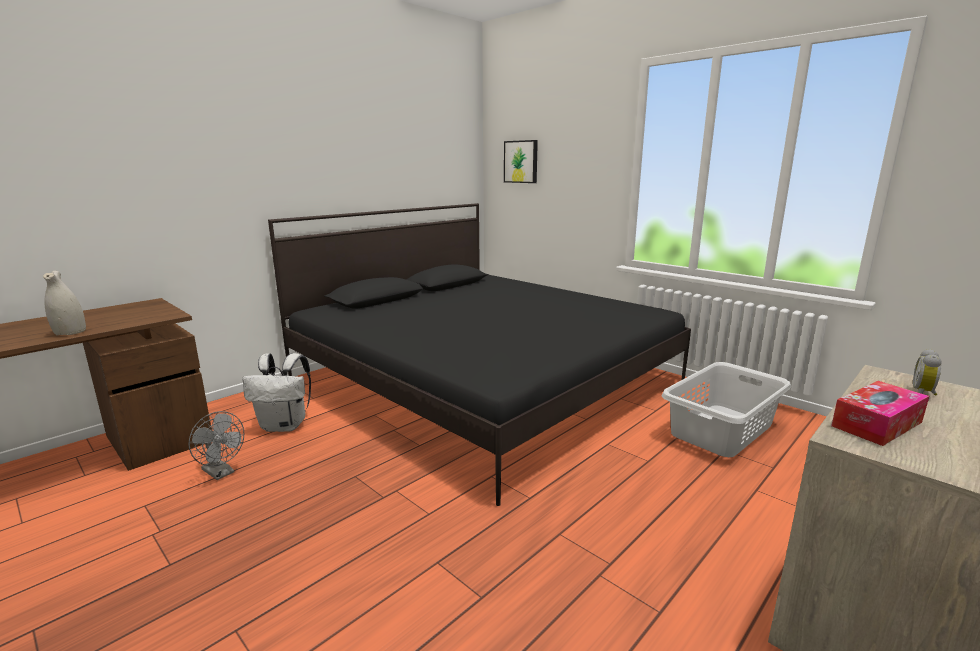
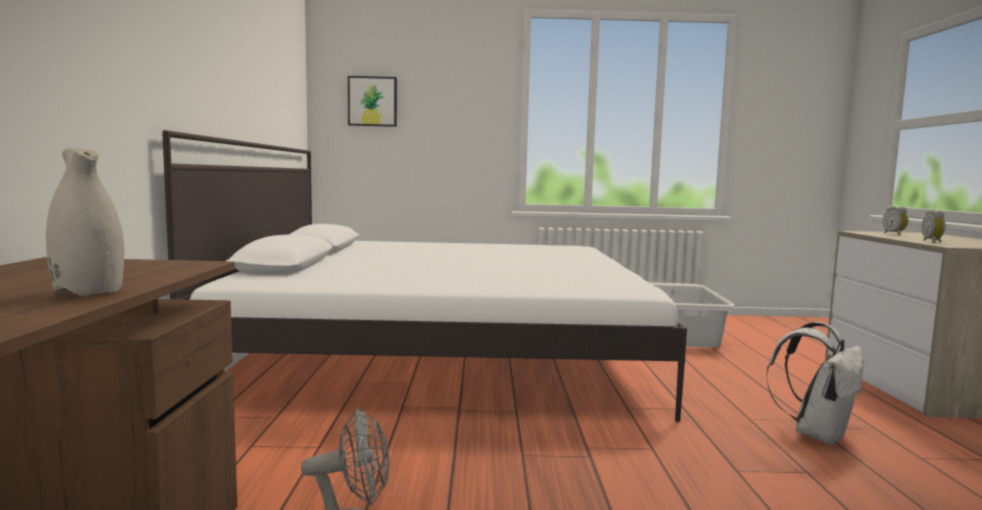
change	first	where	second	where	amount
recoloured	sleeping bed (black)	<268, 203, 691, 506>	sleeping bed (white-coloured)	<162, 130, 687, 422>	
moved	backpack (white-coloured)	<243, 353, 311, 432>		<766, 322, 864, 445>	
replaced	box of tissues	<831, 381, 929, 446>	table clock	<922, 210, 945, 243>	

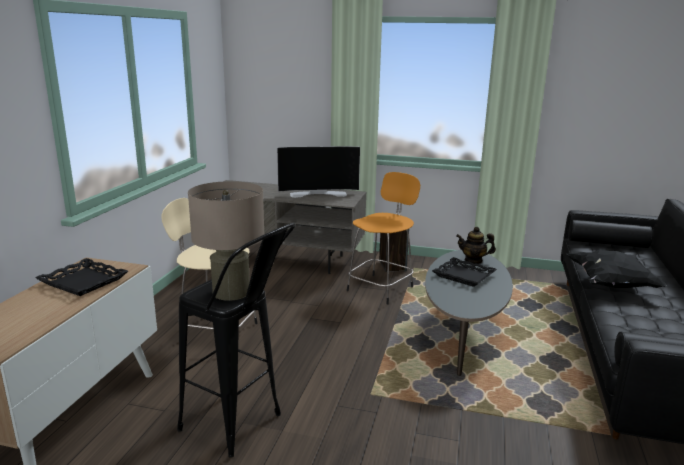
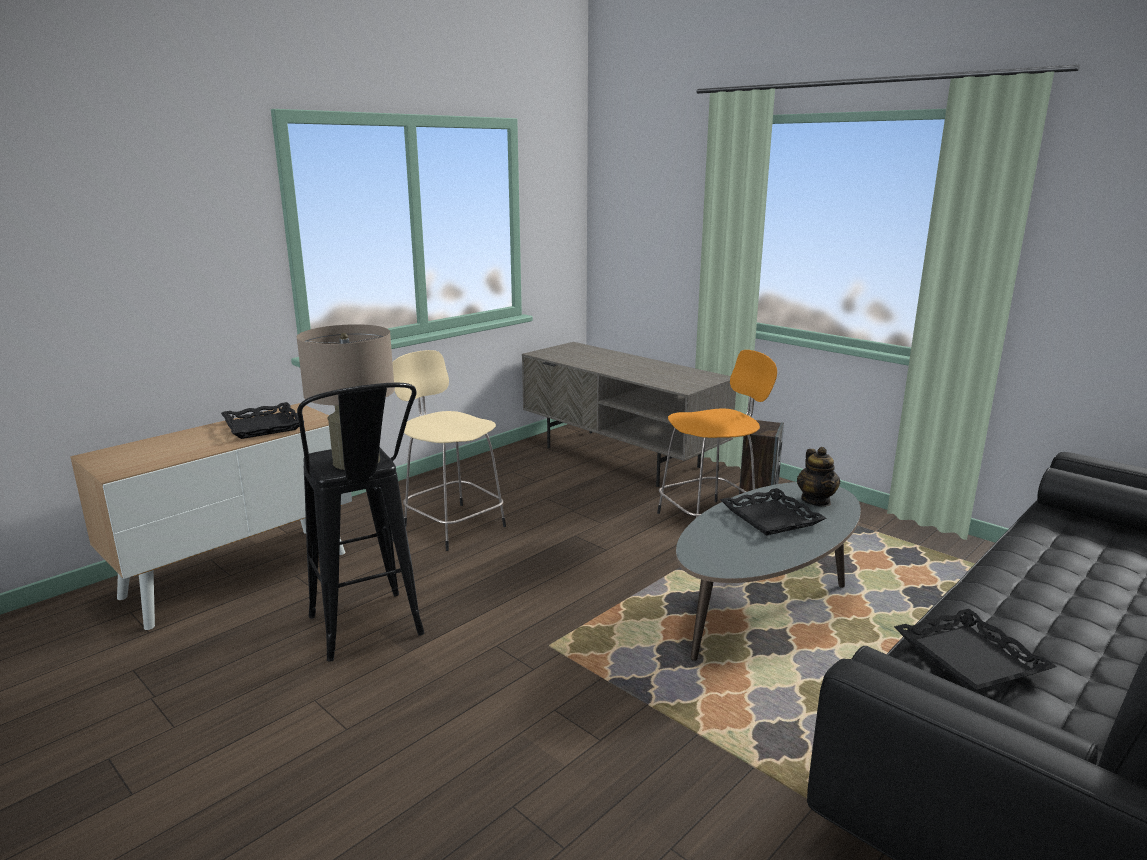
change	first	where	second	where	amount
removed	television	<277, 146, 360, 198>			
turned	tea pot	<456, 227, 496, 264>		<797, 447, 840, 507>	135 degrees counterclockwise
removed	throw pillow (black)	<567, 251, 667, 288>			
added			tray (black)	<894, 609, 1057, 691>	

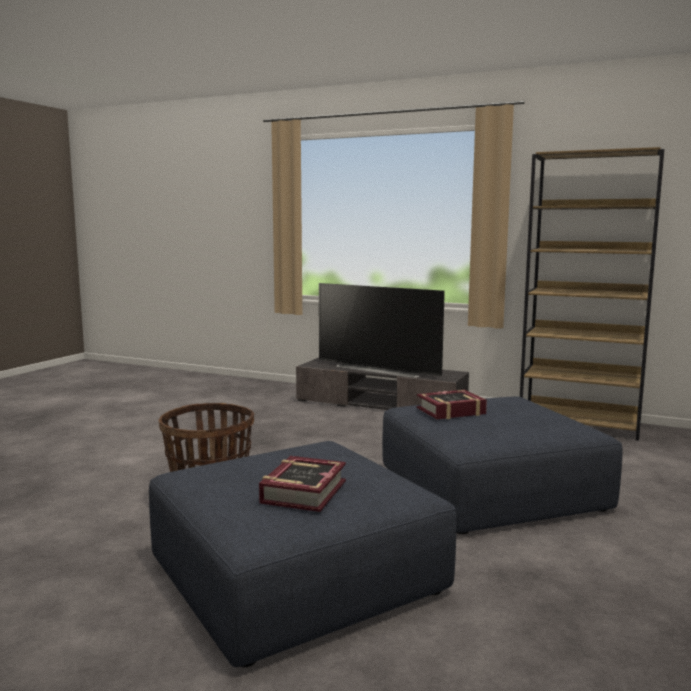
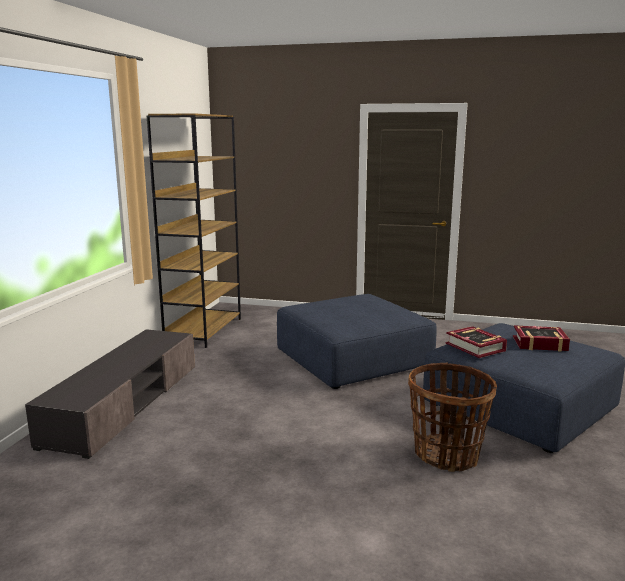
change	first	where	second	where	amount
removed	television	<319, 283, 445, 378>			
moved	volume	<416, 390, 487, 419>		<446, 326, 507, 358>	

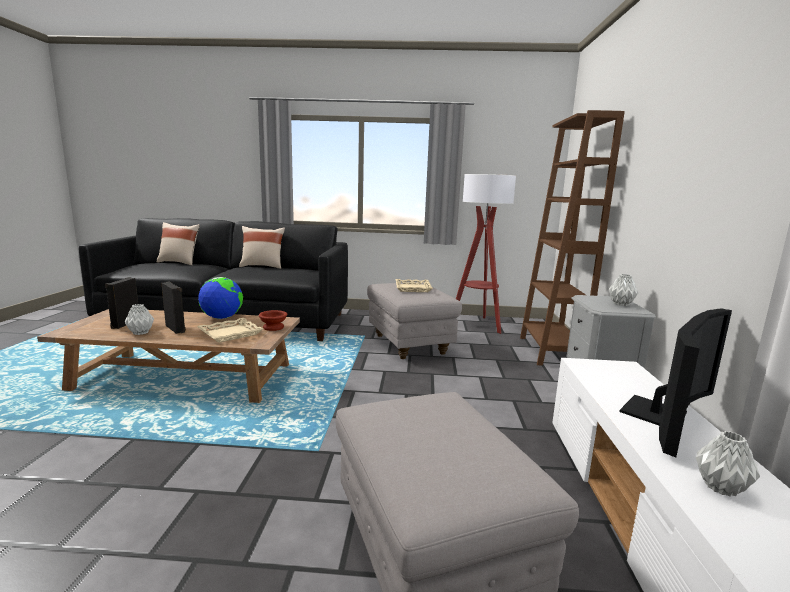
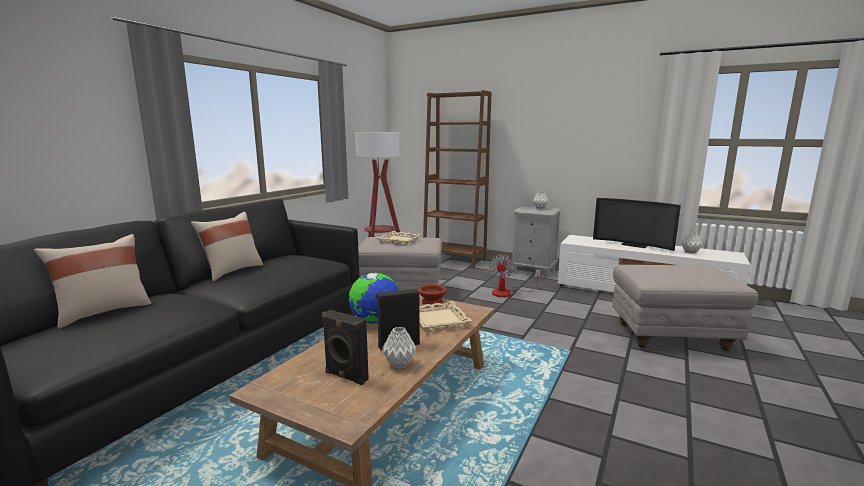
change	first	where	second	where	amount
turned	television	<620, 308, 732, 457>		<593, 198, 681, 251>	150 degrees clockwise
added			cooling fan	<489, 255, 540, 297>	

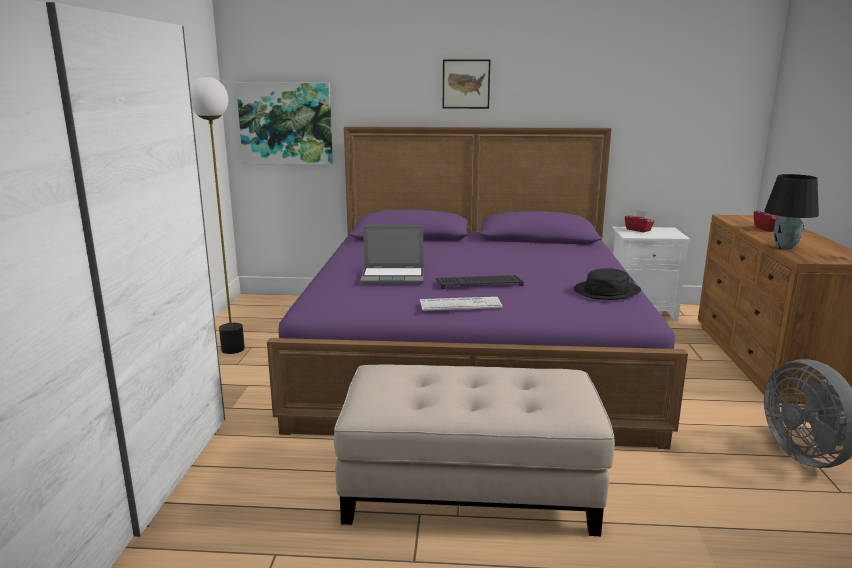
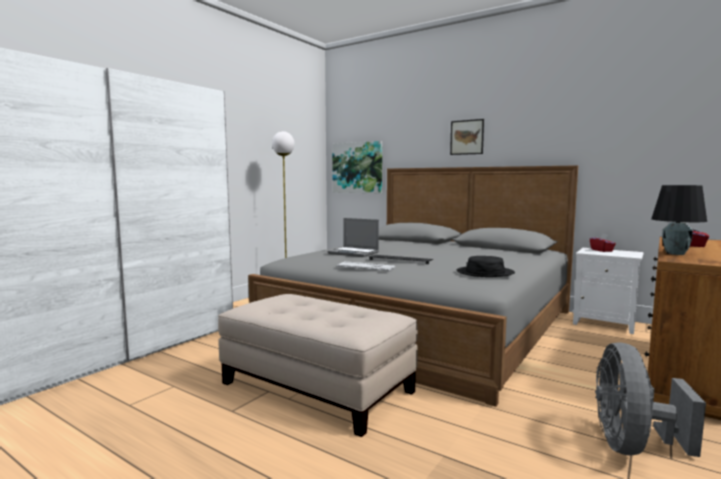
change	first	where	second	where	amount
recoloured	sleeping bed (purple-coloured)	<267, 126, 688, 449>	sleeping bed (grey)	<248, 165, 578, 407>	

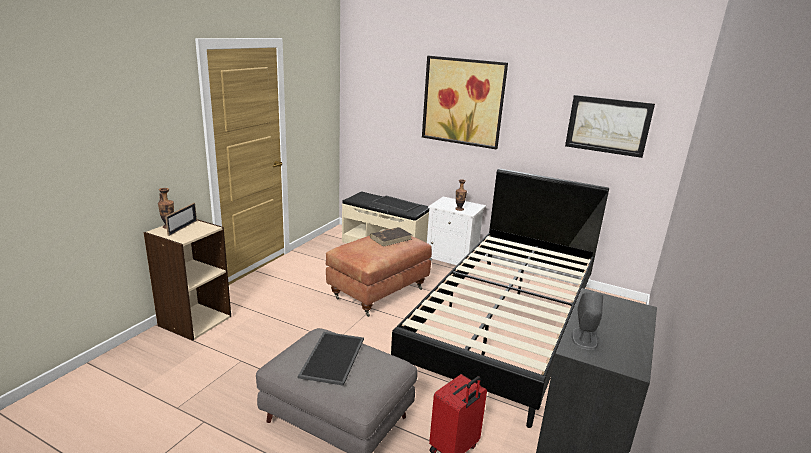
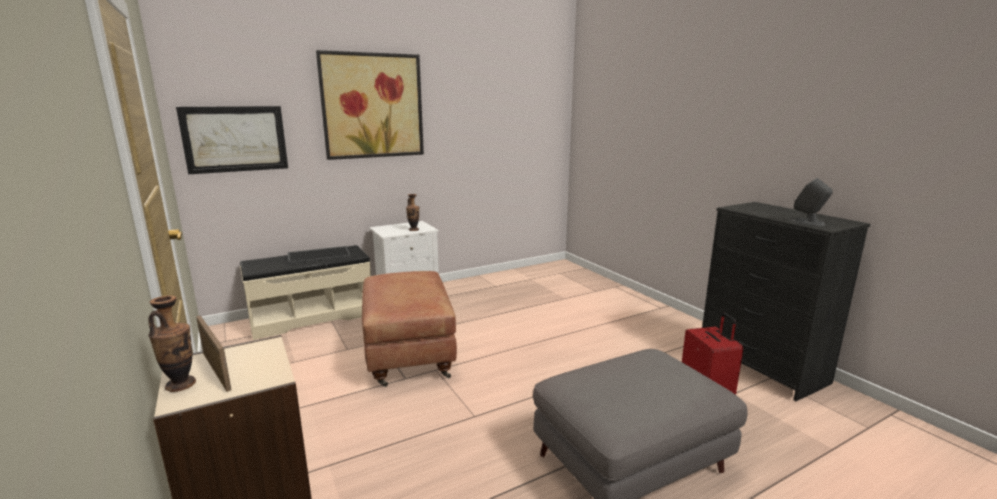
change	first	where	second	where	amount
moved	wall art	<565, 95, 655, 158>		<176, 106, 288, 174>	
removed	sleeping bed (black)	<391, 168, 609, 428>			
removed	volume (brown-coloured)	<370, 227, 412, 247>			
removed	tray	<298, 332, 364, 386>			

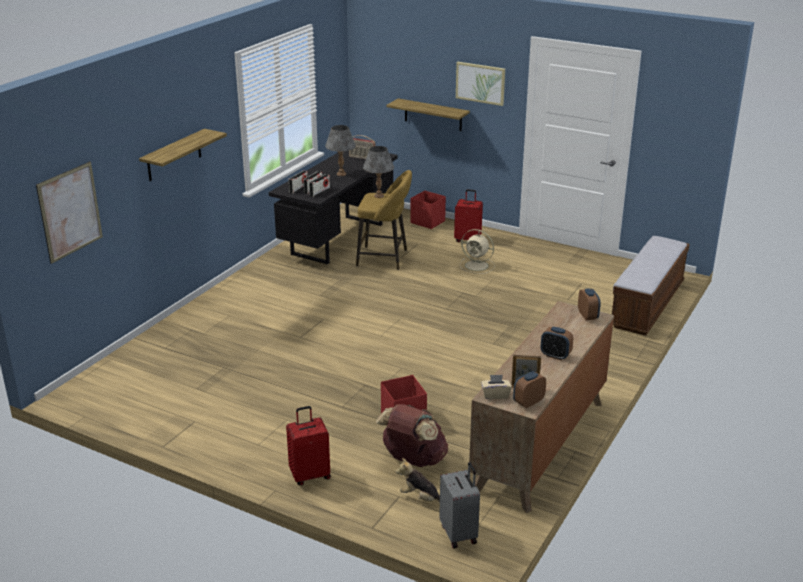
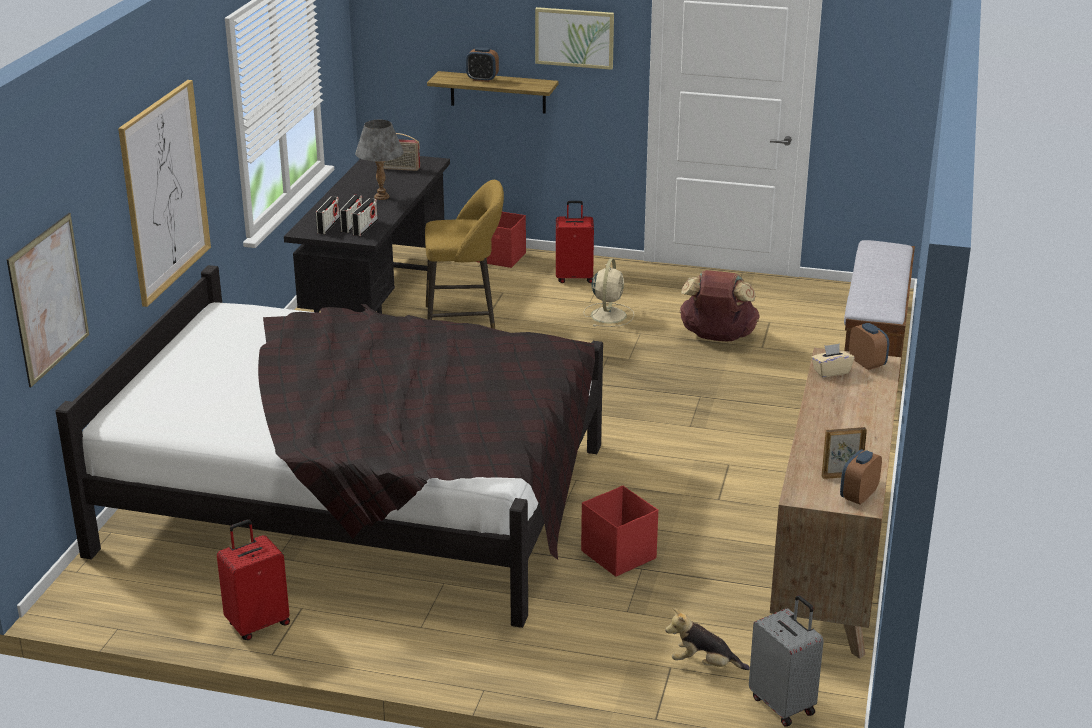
change	first	where	second	where	amount
replaced	wall shelf	<139, 129, 227, 181>	wall art	<118, 80, 211, 307>	
removed	table lamp (grey)	<363, 146, 394, 198>			
turned	cooling fan (beige)	<460, 229, 495, 274>		<583, 258, 634, 327>	90 degrees counterclockwise
moved	table clock	<541, 327, 573, 360>		<466, 47, 499, 82>	
moved	box of tissues (beige)	<481, 375, 512, 399>		<811, 343, 854, 378>	
moved	backpack (brown-coloured)	<376, 404, 448, 467>		<679, 270, 760, 341>	
moved	travel case (red-coloured)	<286, 406, 331, 485>		<217, 520, 290, 640>	
added			sleeping bed (black)	<56, 265, 603, 628>	

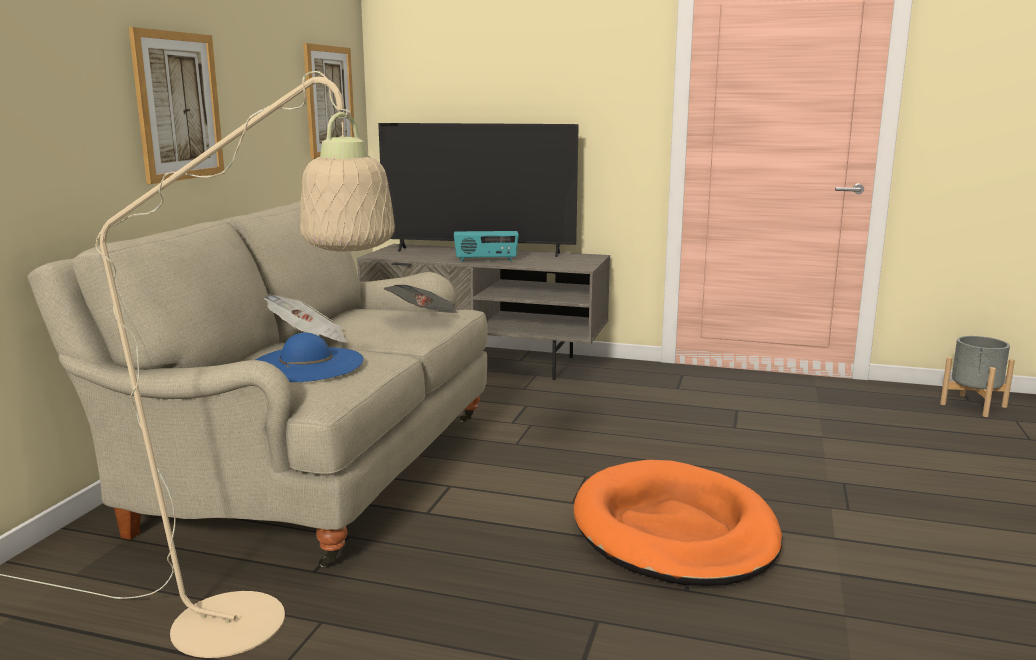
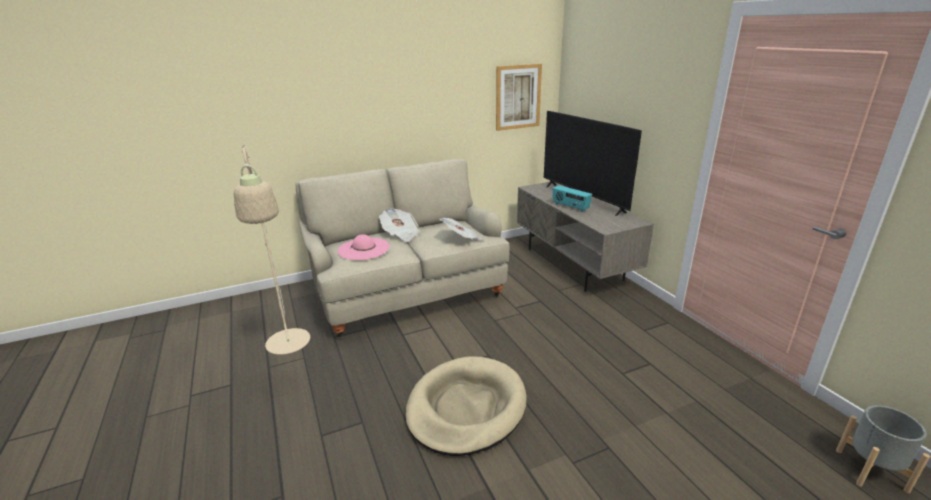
change	first	where	second	where	amount
removed	wall art	<128, 27, 225, 184>			
recoloured	clothing hat (blue)	<256, 333, 363, 382>	clothing hat (pink)	<338, 234, 390, 260>	
recoloured	dog bed (orangey)	<574, 460, 782, 586>	dog bed (beige)	<405, 356, 527, 456>	

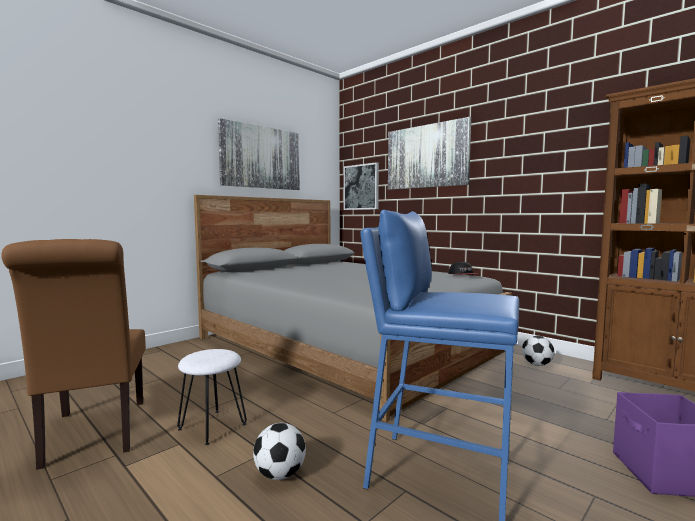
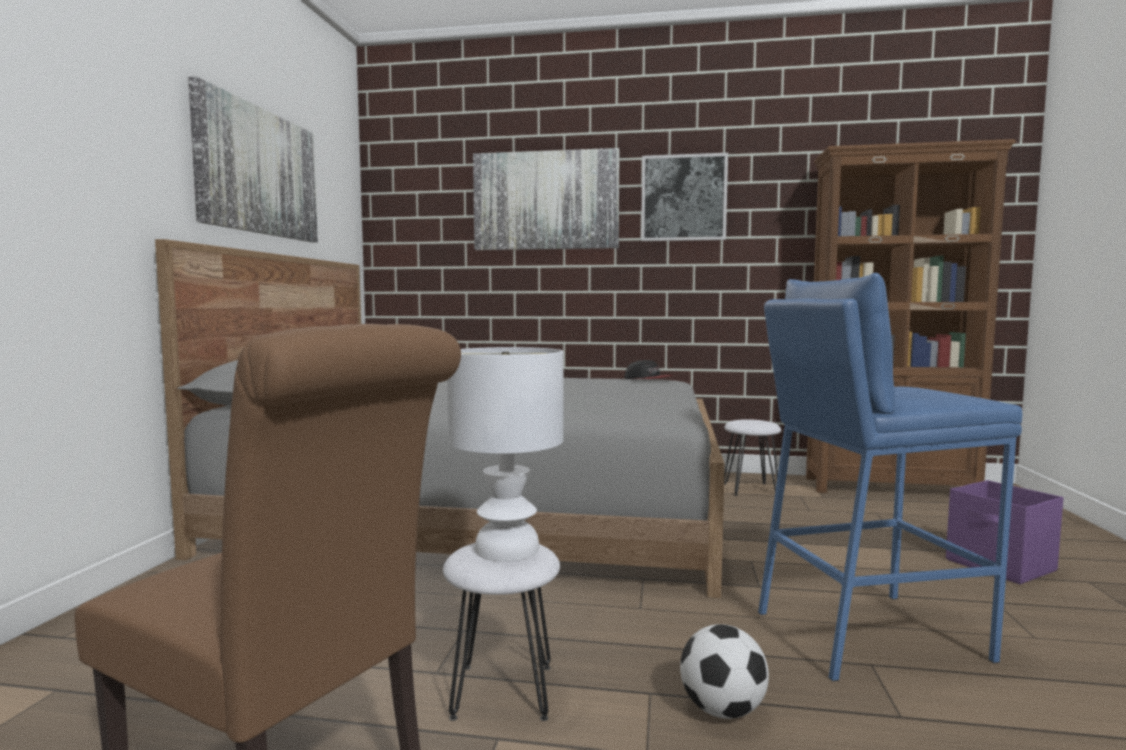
change	first	where	second	where	amount
moved	wall art	<344, 162, 379, 210>		<641, 153, 728, 241>	
replaced	football	<522, 336, 555, 366>	stool (white-coloured)	<724, 419, 781, 496>	
added			table lamp (white-coloured)	<447, 347, 563, 562>	

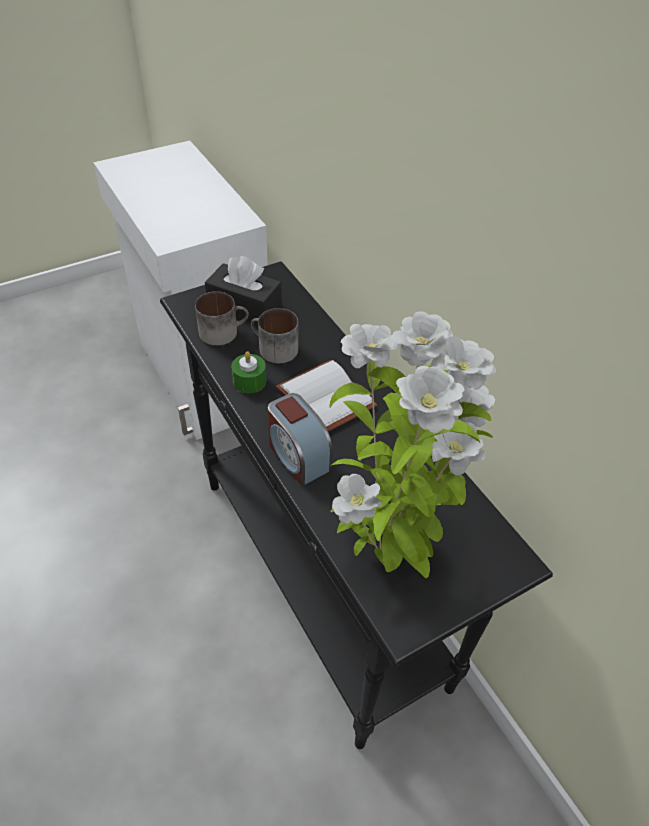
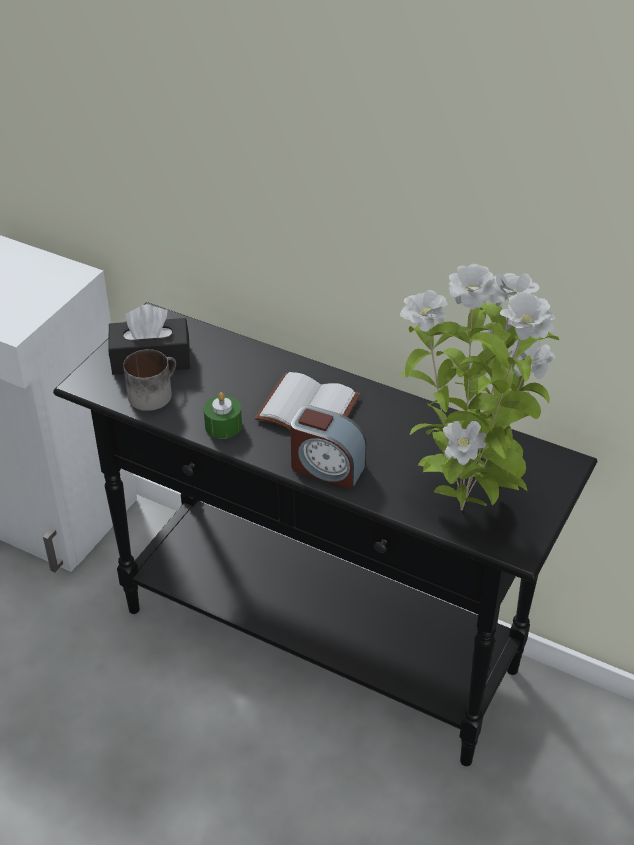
change	first	where	second	where	amount
removed	tea mug	<251, 308, 298, 363>			

